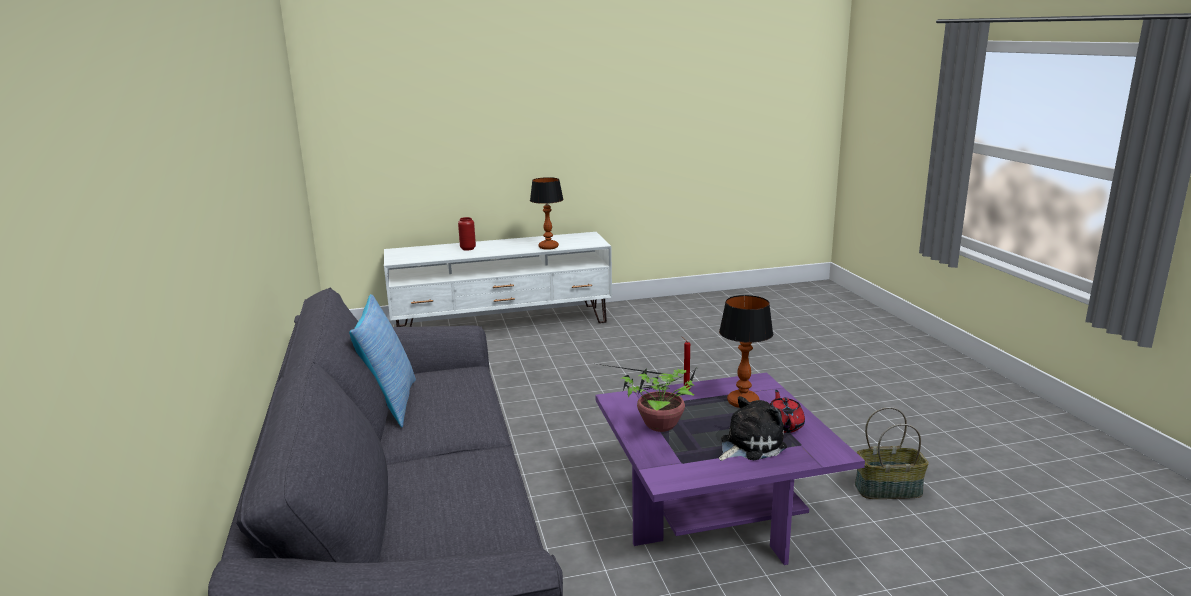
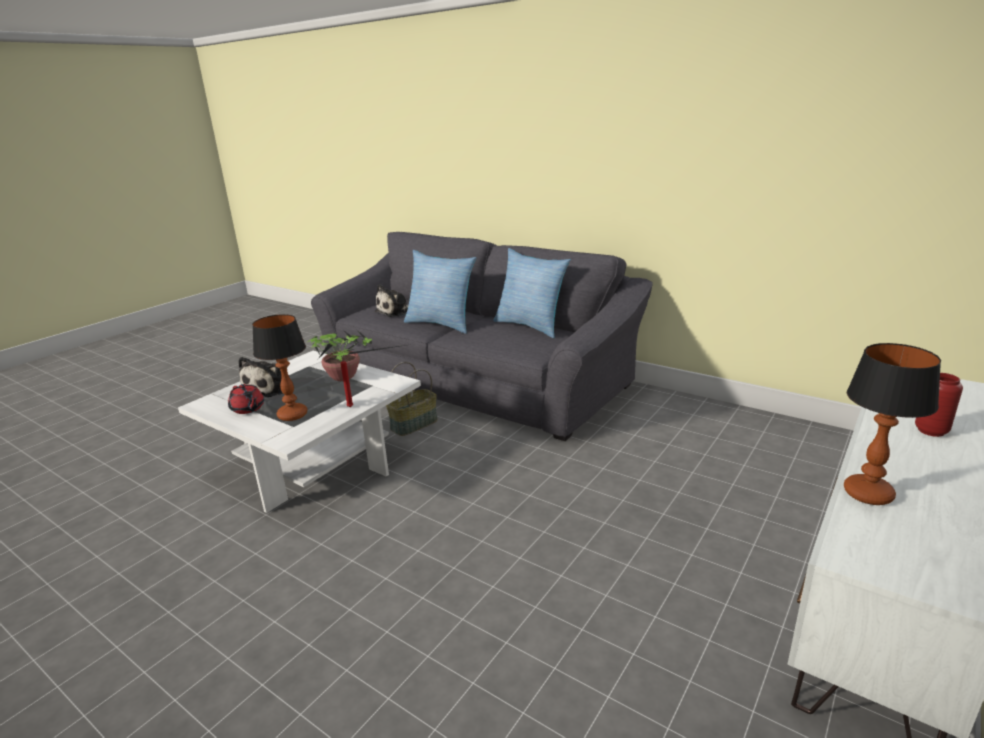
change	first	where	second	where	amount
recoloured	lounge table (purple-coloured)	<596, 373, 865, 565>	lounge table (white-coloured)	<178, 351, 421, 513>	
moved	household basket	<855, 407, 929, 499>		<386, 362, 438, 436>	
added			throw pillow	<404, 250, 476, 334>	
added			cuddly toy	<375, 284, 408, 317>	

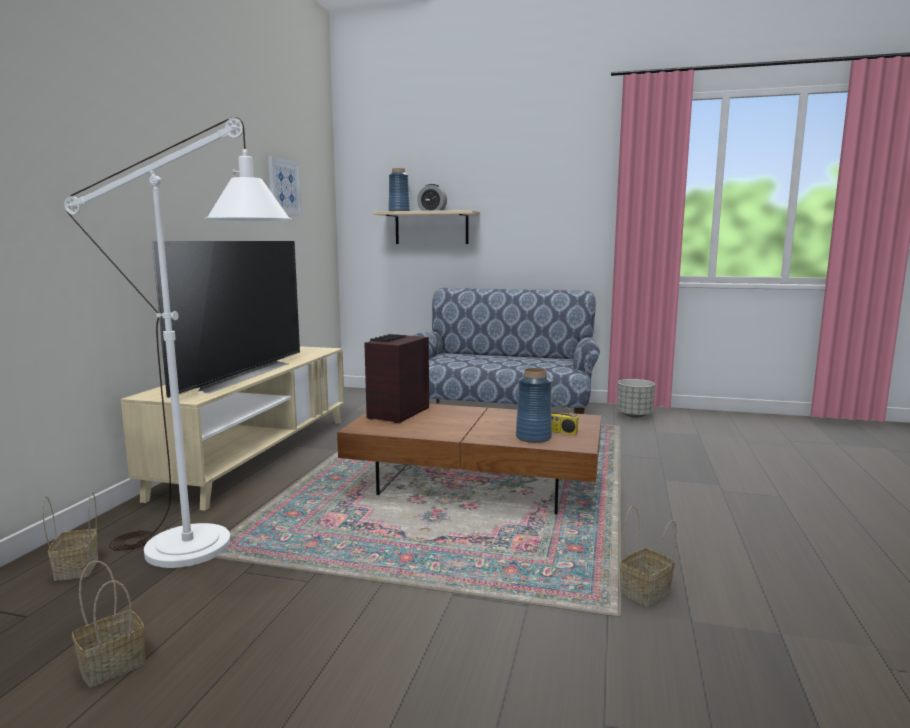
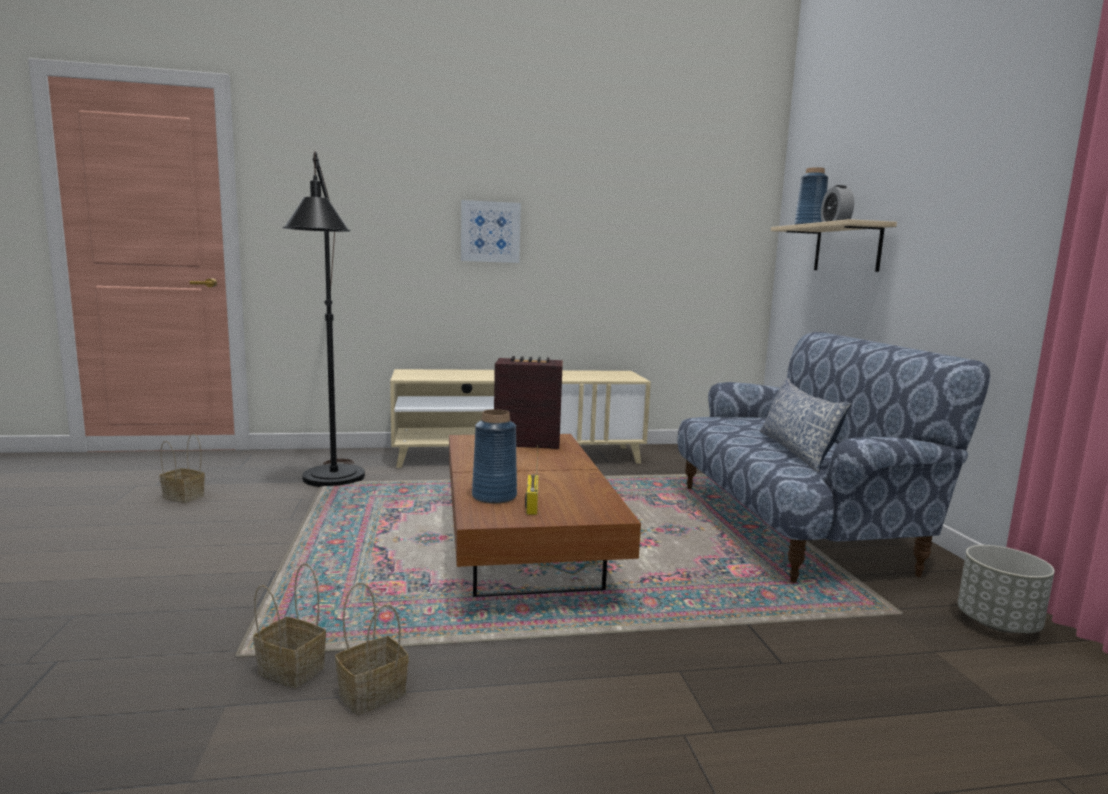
change	first	where	second	where	amount
recoloured	standing lamp (white-coloured)	<64, 117, 292, 568>	standing lamp (black)	<282, 151, 365, 487>	
moved	wall art	<268, 156, 302, 216>		<461, 200, 521, 263>	
removed	television	<152, 241, 300, 398>			
moved	household basket	<42, 491, 98, 581>		<335, 583, 409, 715>	
added			throw pillow	<760, 377, 851, 473>	

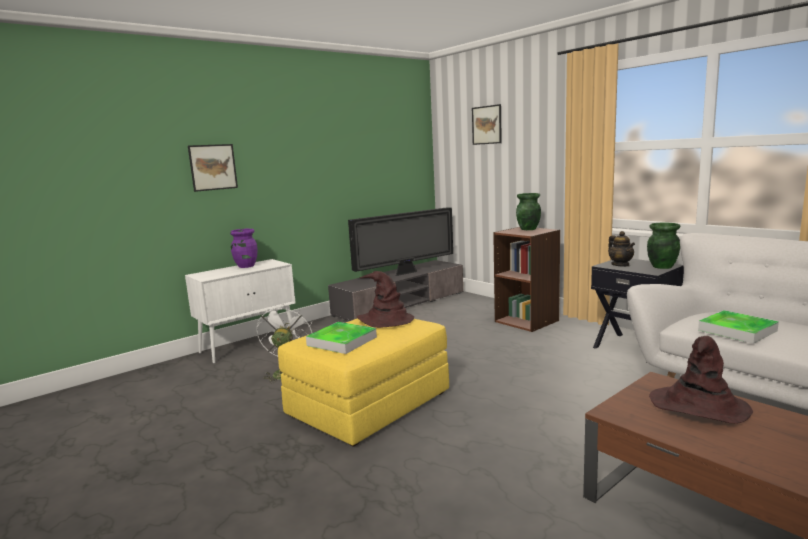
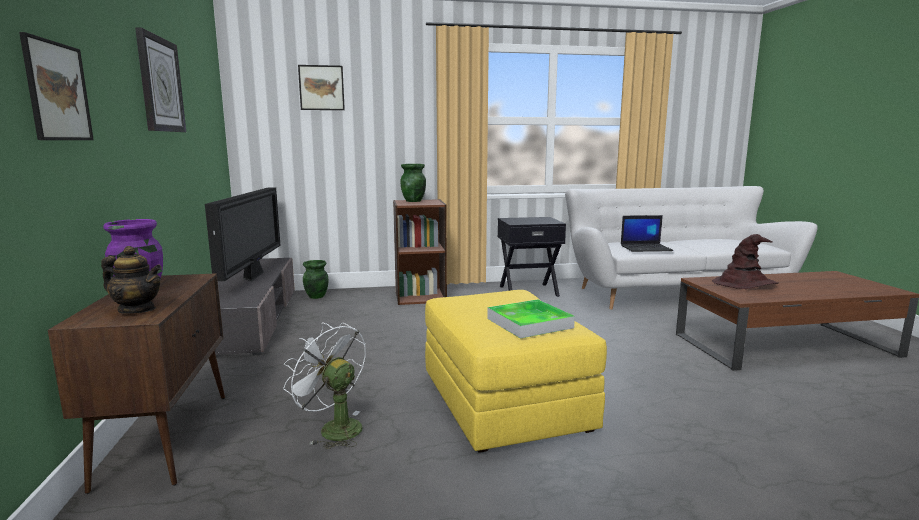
change	first	where	second	where	amount
moved	decorative vase (greenish)	<647, 223, 680, 269>		<303, 260, 329, 299>	
moved	tea pot	<608, 231, 635, 267>		<101, 246, 162, 314>	
recoloured	storage cabinet (white-coloured)	<185, 259, 296, 364>	storage cabinet (brown-coloured)	<48, 273, 225, 494>	
removed	clothing hat (brown-coloured)	<357, 271, 414, 328>			
replaced	tray	<698, 310, 779, 344>	portable computer	<621, 215, 673, 252>	
added			hanging clock	<135, 27, 186, 132>	

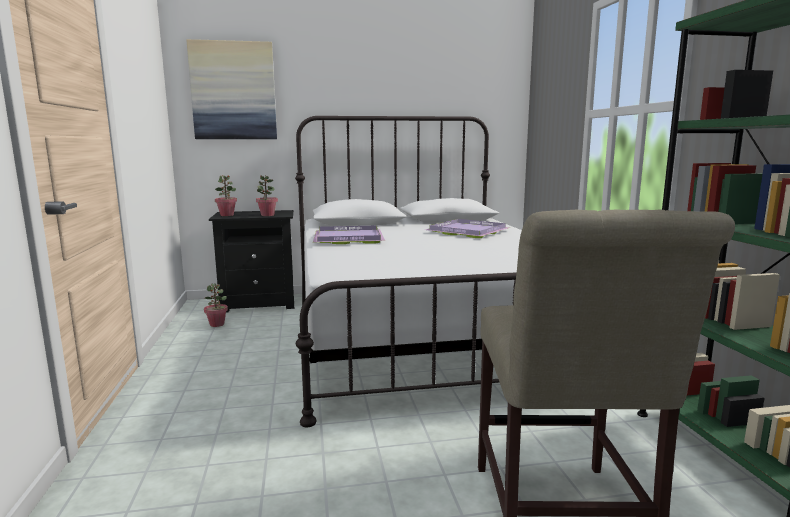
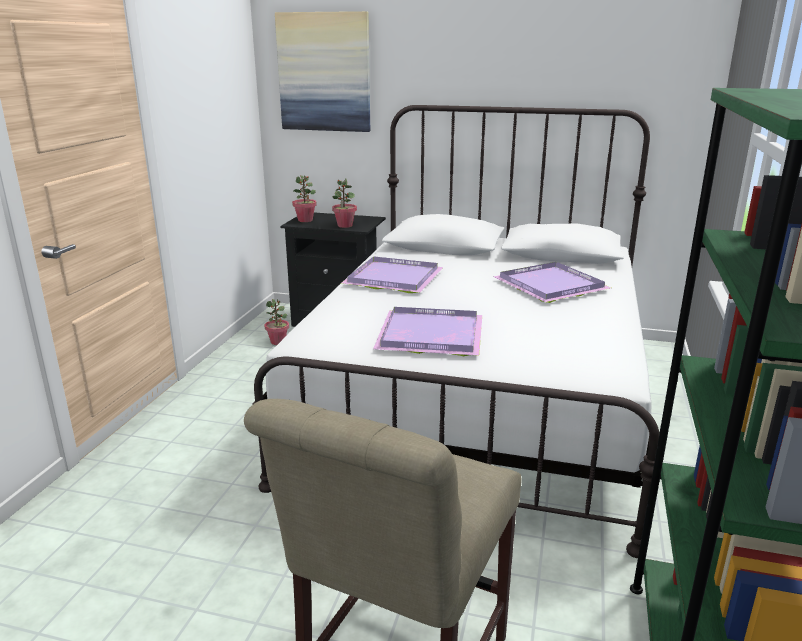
change	first	where	second	where	amount
added			tray (purple-coloured)	<373, 307, 482, 356>	

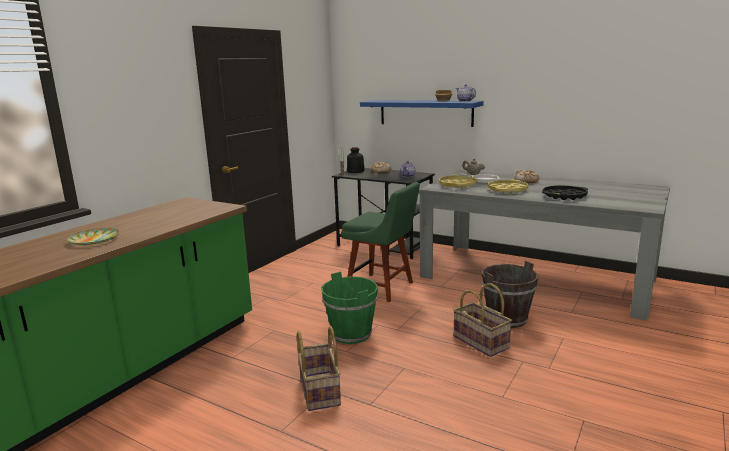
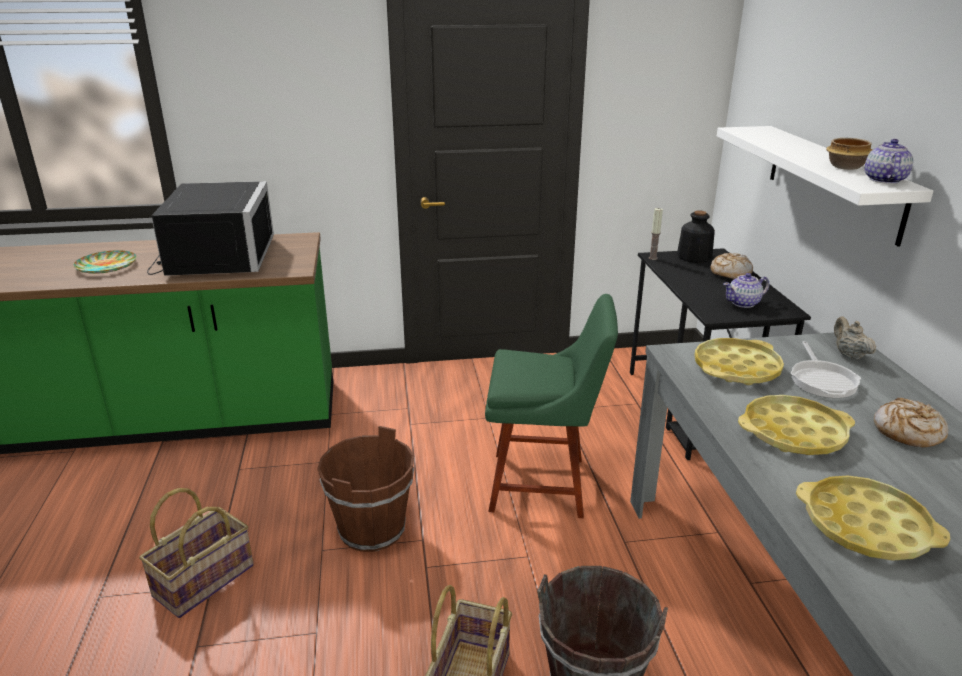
change	first	where	second	where	amount
recoloured	wall shelf (blue)	<360, 100, 484, 127>	wall shelf (white-coloured)	<717, 126, 933, 247>	
turned	plain chair (greenish)	<341, 182, 420, 302>		<485, 294, 618, 518>	75 degrees counterclockwise
recoloured	tray (black)	<542, 186, 588, 200>	tray (yellow)	<796, 476, 950, 561>	
recoloured	water bucket (greenish)	<321, 271, 378, 344>	water bucket (brown-coloured)	<317, 426, 414, 552>	
added			kitchen microwave (black)	<147, 181, 274, 276>	

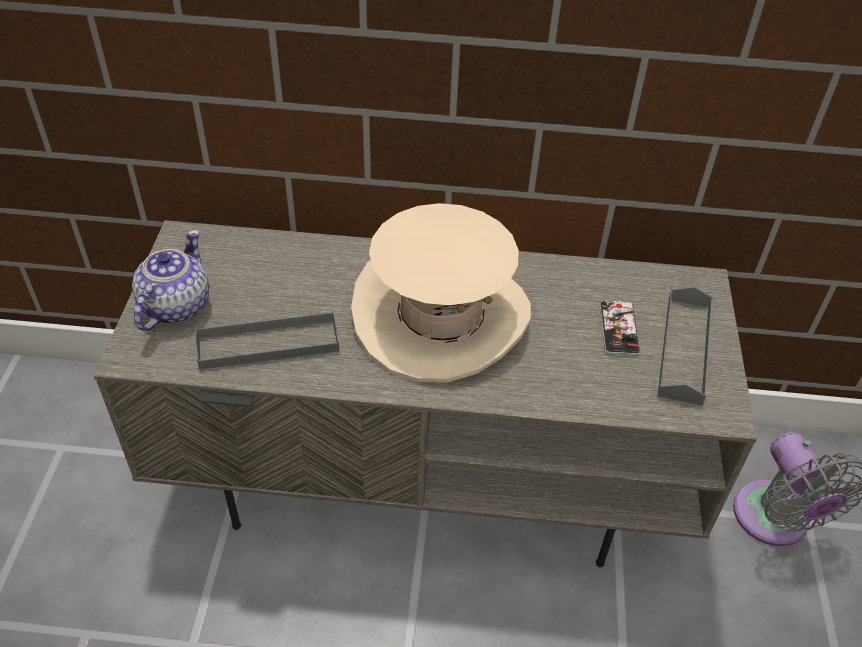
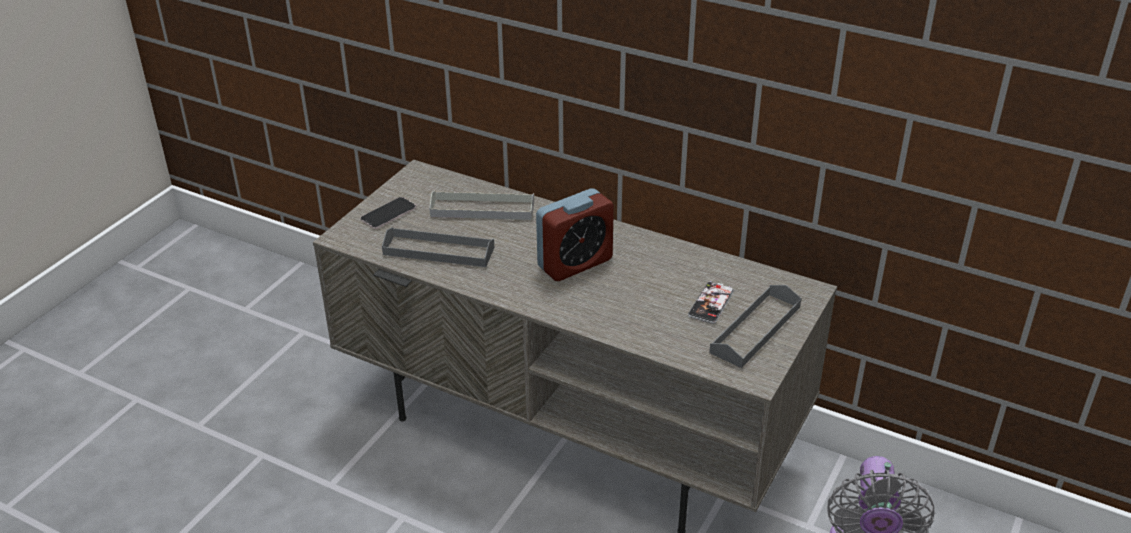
change	first	where	second	where	amount
replaced	clothing hat (beige)	<351, 203, 531, 383>	table clock	<536, 188, 614, 281>	
replaced	tea pot	<132, 230, 209, 331>	telephone	<360, 197, 416, 229>	
added			tray (grey)	<429, 190, 534, 220>	

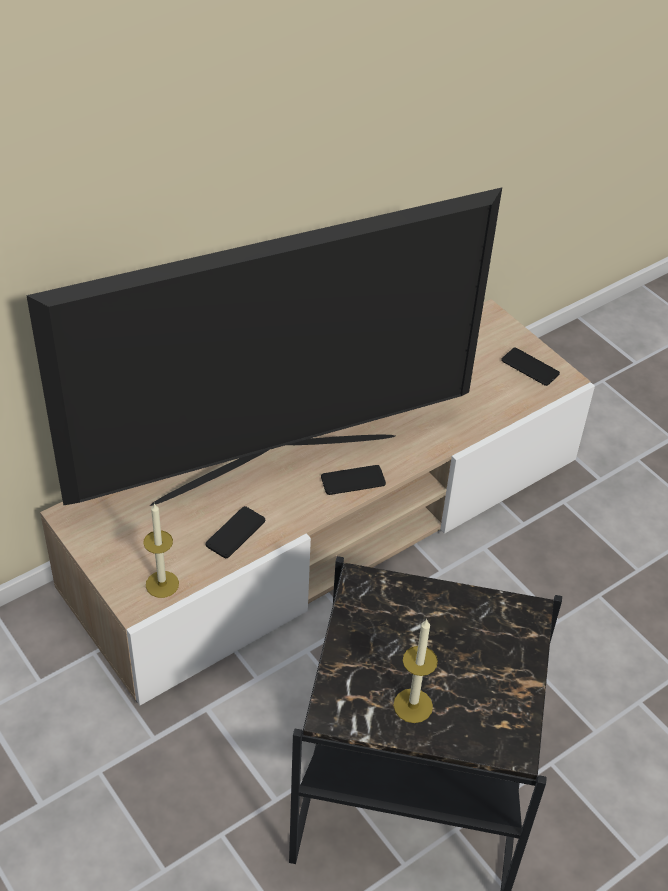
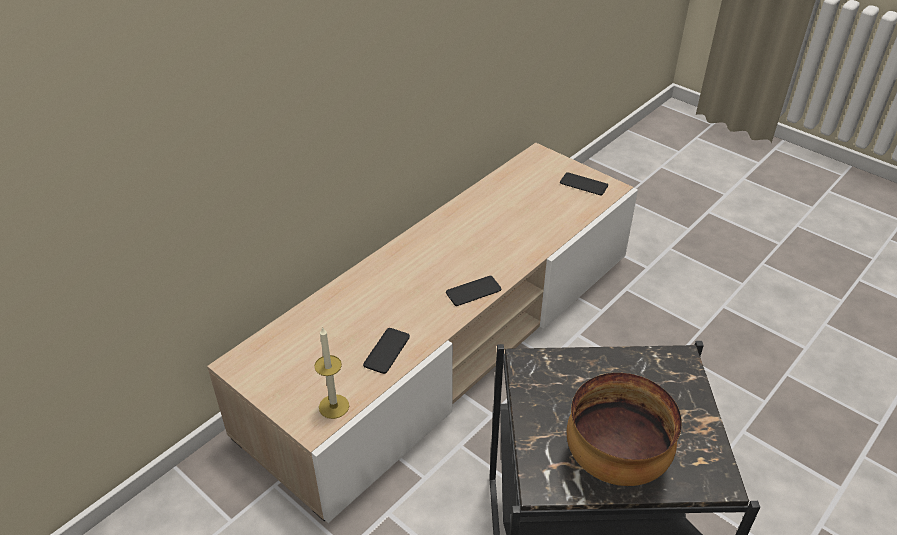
change	first	where	second	where	amount
removed	television	<26, 187, 502, 506>			
replaced	wax light	<393, 619, 438, 723>	serving bowl	<567, 373, 682, 486>	

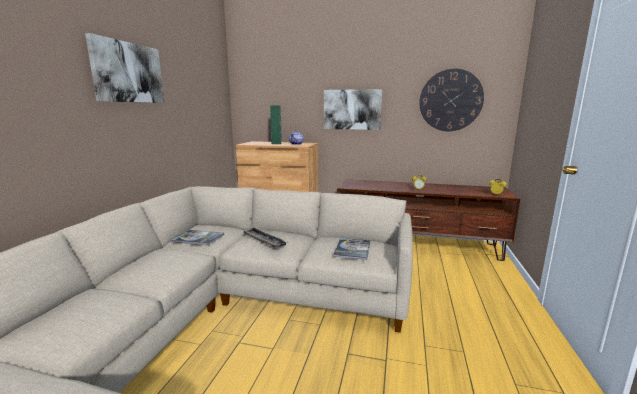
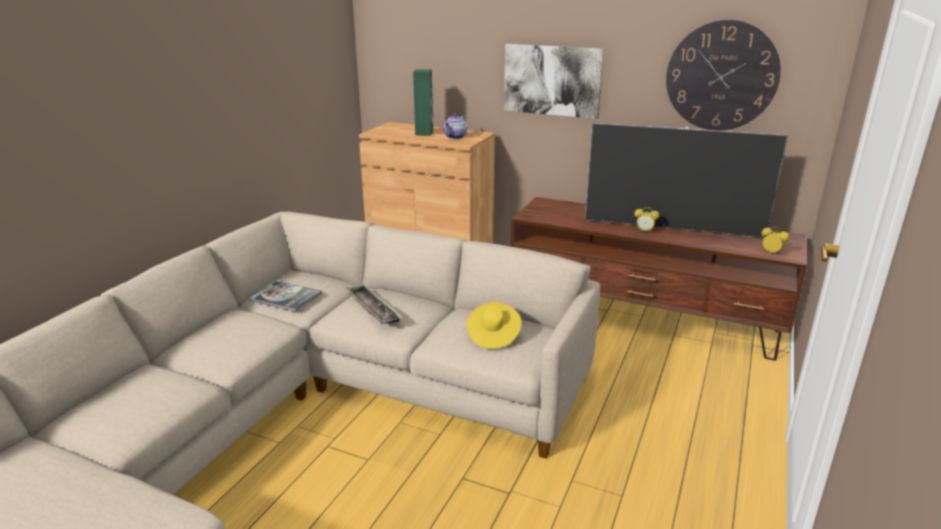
change	first	where	second	where	amount
removed	wall art	<85, 33, 164, 103>			
replaced	volume	<333, 238, 370, 260>	clothing hat (yellow)	<467, 302, 522, 349>	
added			television	<585, 123, 788, 238>	

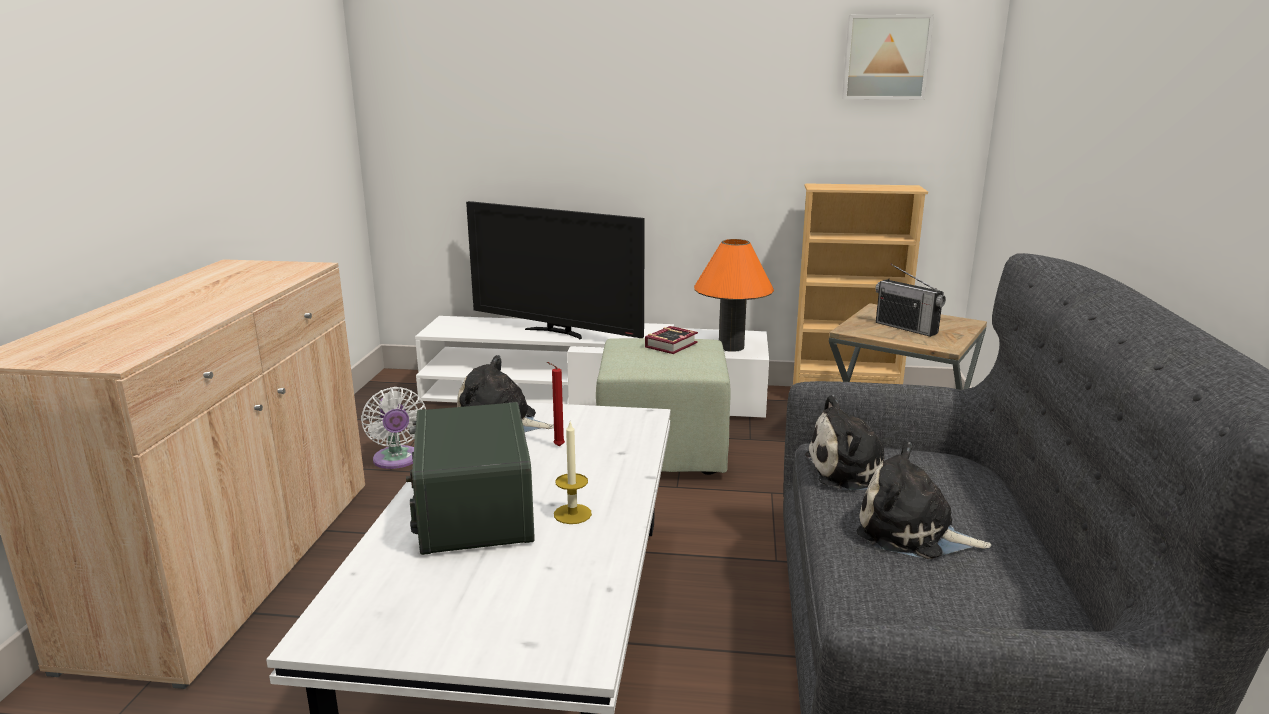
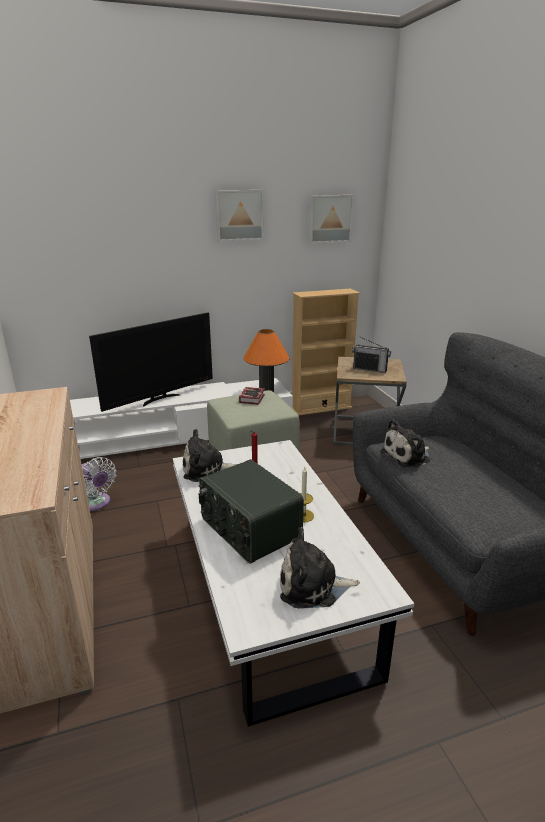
change	first	where	second	where	amount
turned	television	<466, 201, 645, 340>		<89, 312, 213, 412>	45 degrees counterclockwise
moved	cuddly toy	<857, 442, 991, 559>		<280, 527, 360, 609>	
added			wall art	<215, 190, 264, 241>	

